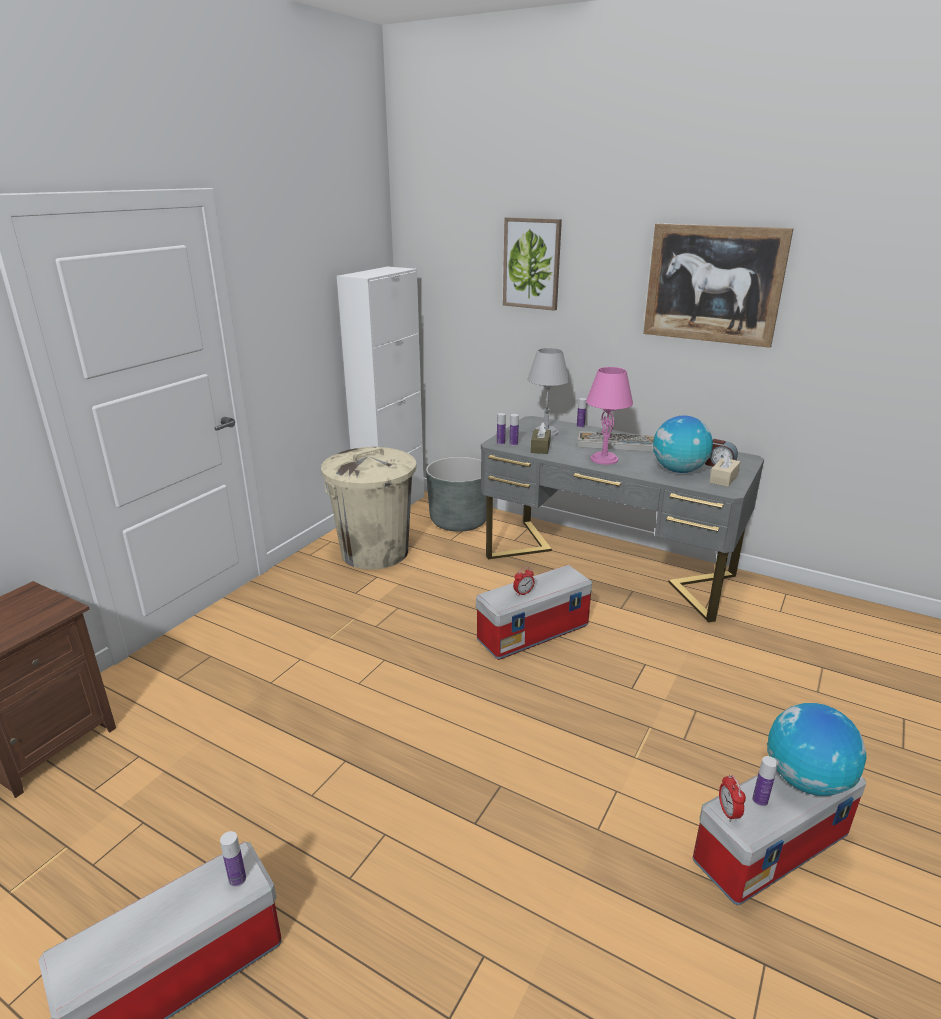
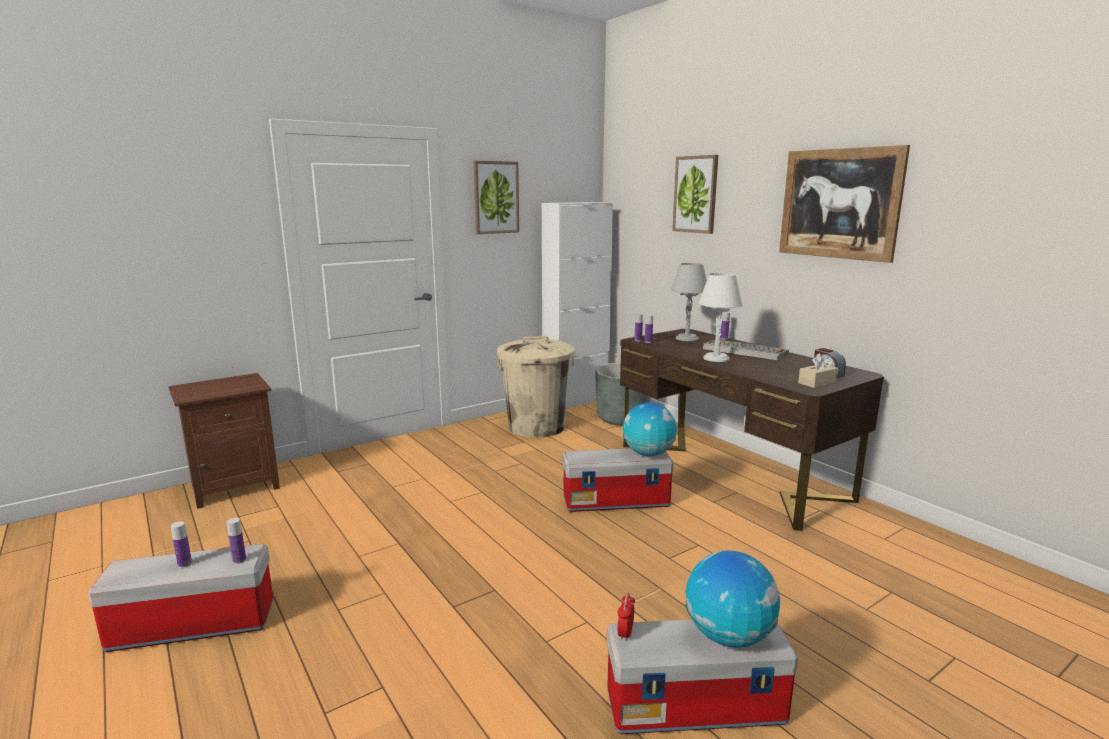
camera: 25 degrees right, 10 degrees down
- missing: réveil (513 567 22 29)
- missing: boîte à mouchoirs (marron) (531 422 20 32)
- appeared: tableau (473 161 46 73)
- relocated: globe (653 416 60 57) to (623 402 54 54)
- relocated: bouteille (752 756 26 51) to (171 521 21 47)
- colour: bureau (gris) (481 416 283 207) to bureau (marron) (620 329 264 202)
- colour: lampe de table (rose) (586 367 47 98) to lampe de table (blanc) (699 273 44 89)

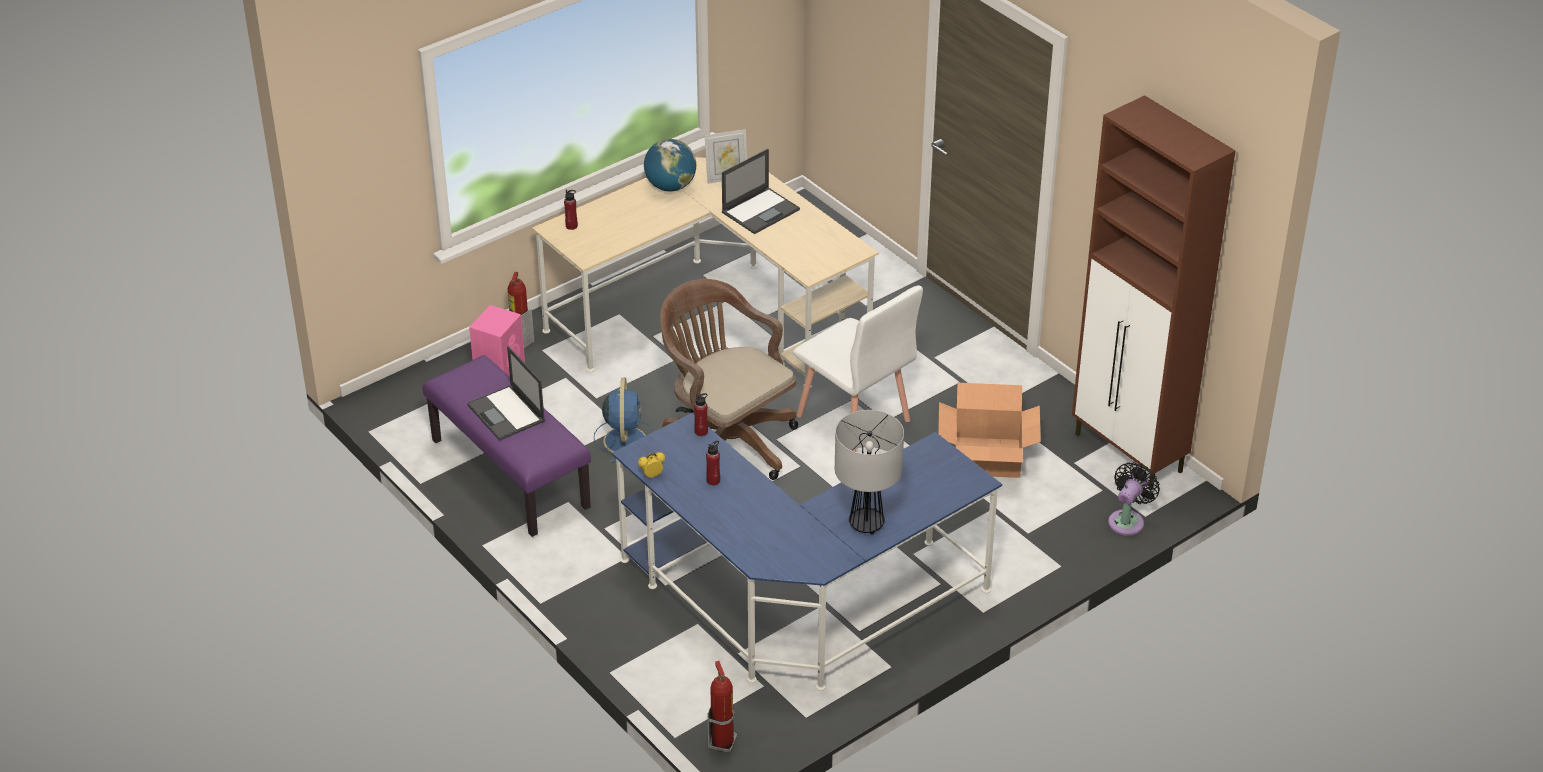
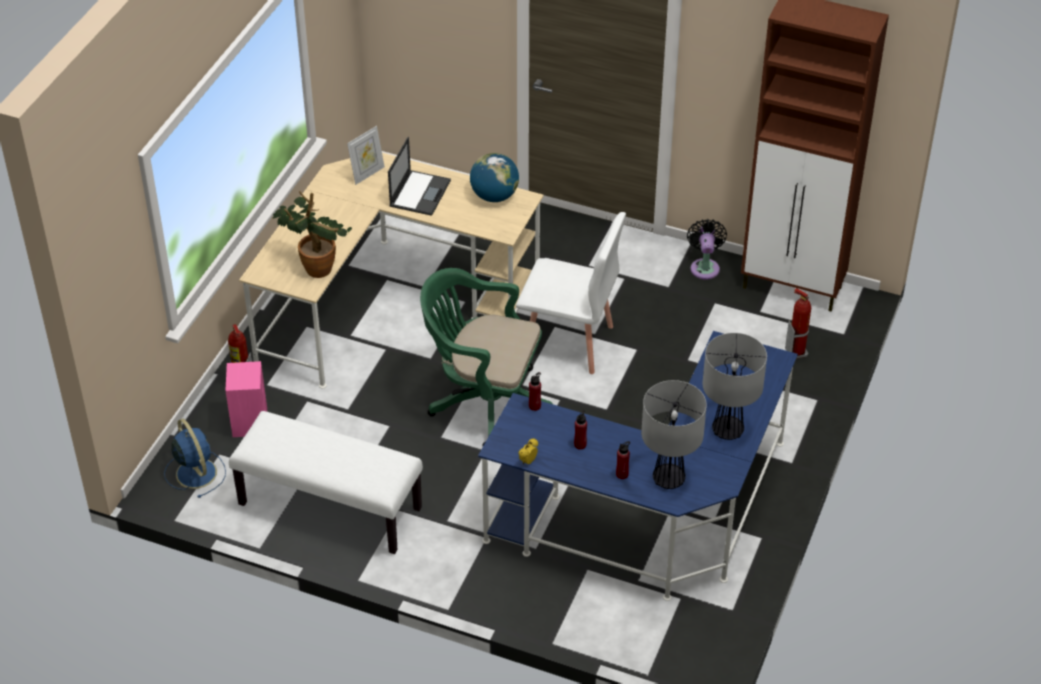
camera: 30 degrees left, 5 degrees up
- missing: ordinateur portable (467 346 78 95)
- missing: carton (938 383 103 95)
- appeared: plante en pot (272 191 80 87)
- appeared: lampe de table (641 380 66 109)
- relocated: bouteille (rouge) (564 189 14 41) to (616 441 14 38)
- relocated: ventilateur (bleu) (594 378 60 85) to (164 419 62 79)
- relocated: globe (644 139 52 53) to (470 153 49 49)
- relocated: extincteur (708 661 29 92) to (785 288 26 71)
- relocated: ventilateur (noir) (1108 462 52 74) to (687 219 40 60)
- colour: banc (violet) (423 355 168 182) to banc (blanc) (229 411 194 143)
- colour: chaise de bureau (marron) (660 279 138 201) to chaise de bureau (vert) (420 268 133 178)

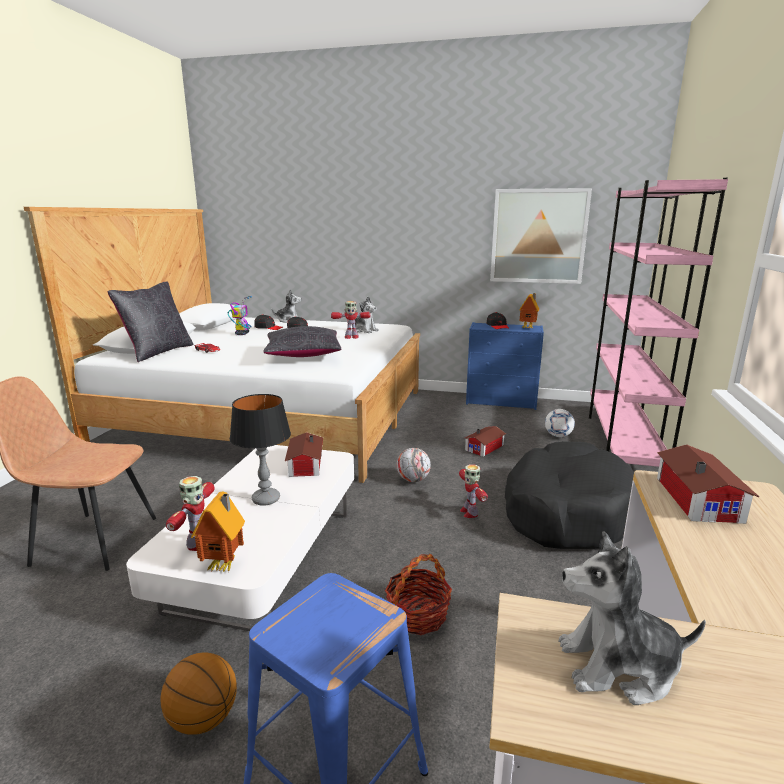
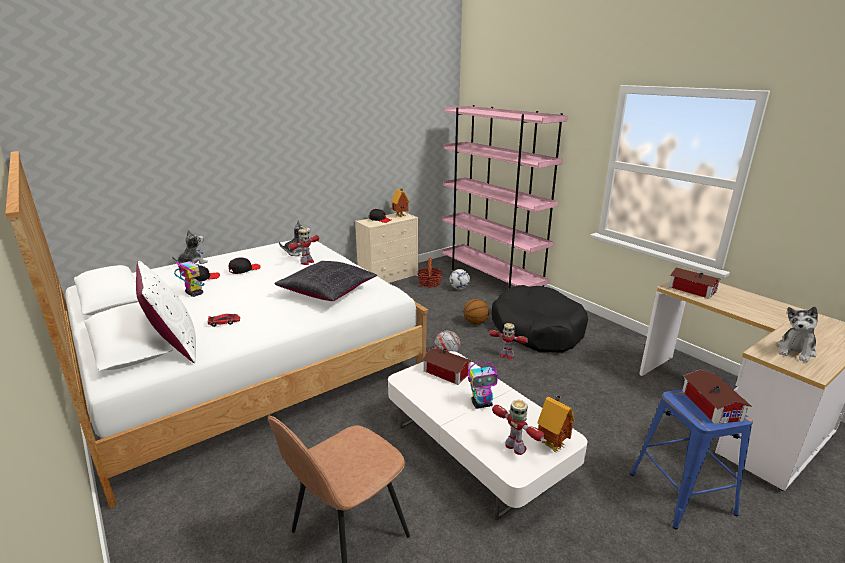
camera: 50 degrees left, 5 degrees up
- missing: tableau (490 188 102 96)
- relocated: ballon de basket (161 653 76 82) to (463 299 26 26)
- relocated: panier (385 554 67 81) to (417 258 25 29)
- relocated: maison miniature (465 426 41 31) to (682 369 70 55)
- exchanged: lampe de table (230 394 61 112) to robot jouet (468 362 30 47)
- colour: coussin (noir) (107 282 87 80) to coussin (blanc) (136 261 60 102)
- colour: commode (bleu) (466 322 78 88) to commode (beige) (355 212 63 71)

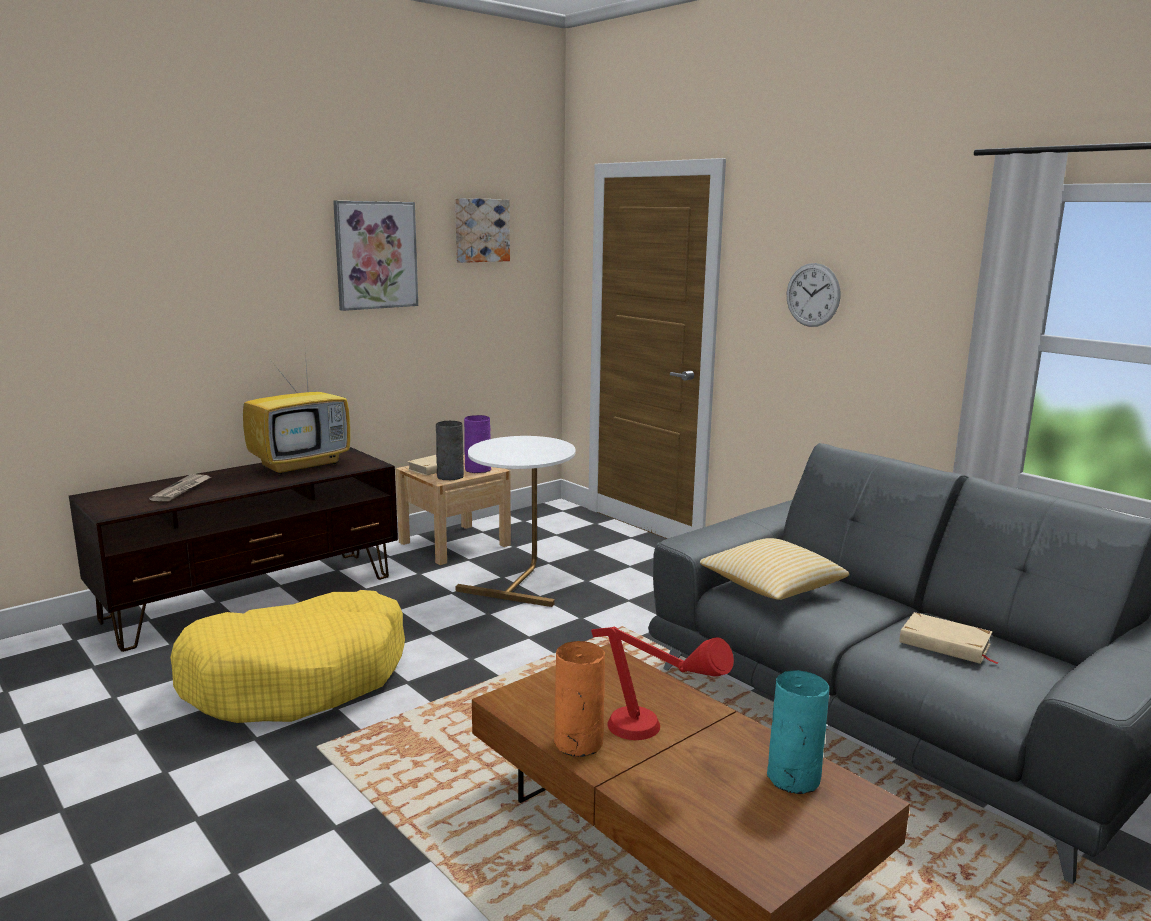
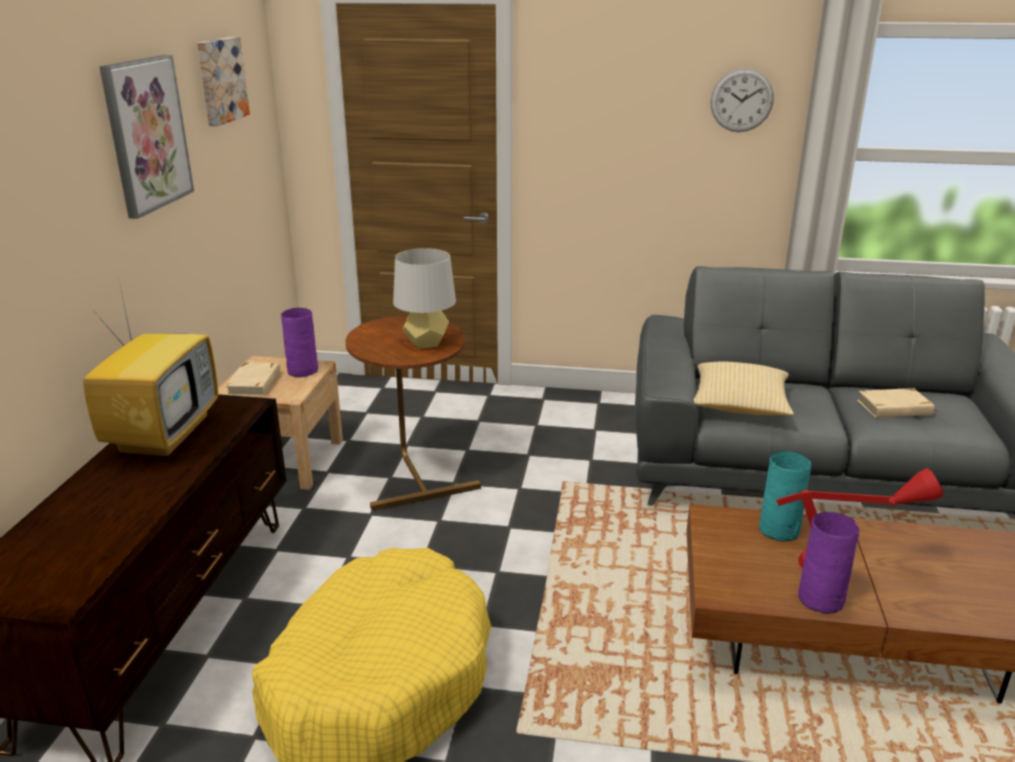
camera: 40 degrees left, 10 degrees up
- missing: journal (149 474 62 27)
- missing: vase (gris) (436 421 28 59)
- appeared: lampe de table (gris) (393 248 63 101)
- relocated: vase (turquoise) (767 670 62 124) to (759 451 52 91)
- relocated: horloge murale (787 263 54 64) to (710 68 64 64)
- colour: table d'appoint (blanc) (456 436 120 171) to table d'appoint (marron) (346 315 135 196)
- colour: vase (orange) (554 641 51 116) to vase (violet) (798 512 61 102)

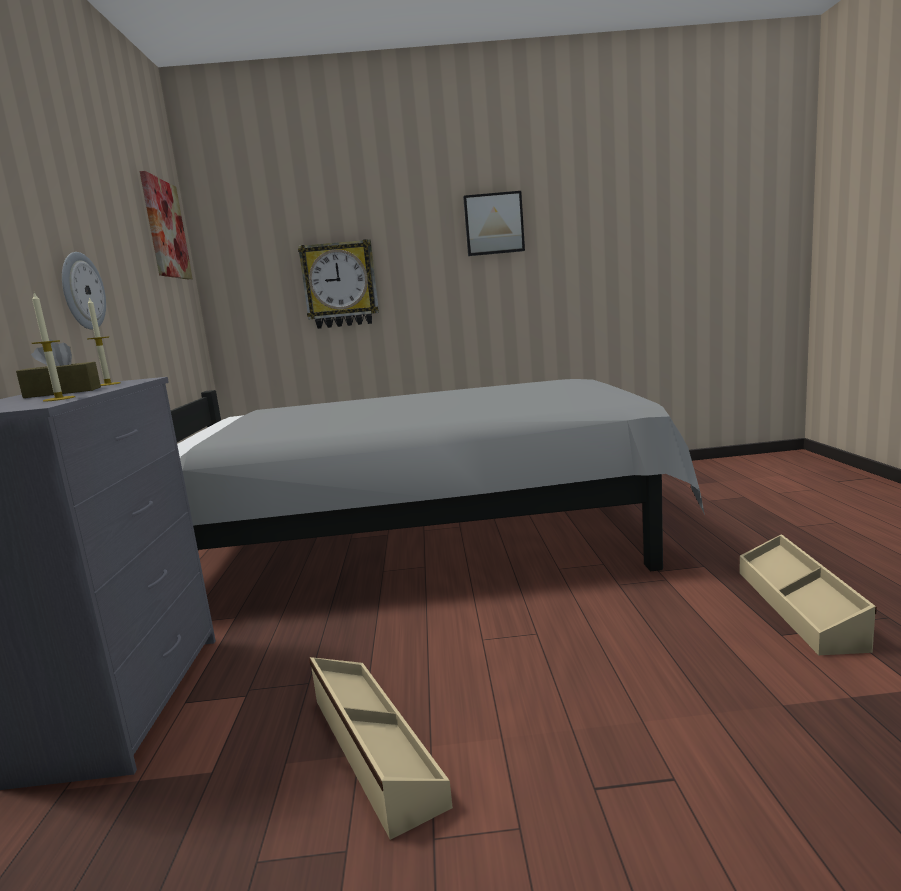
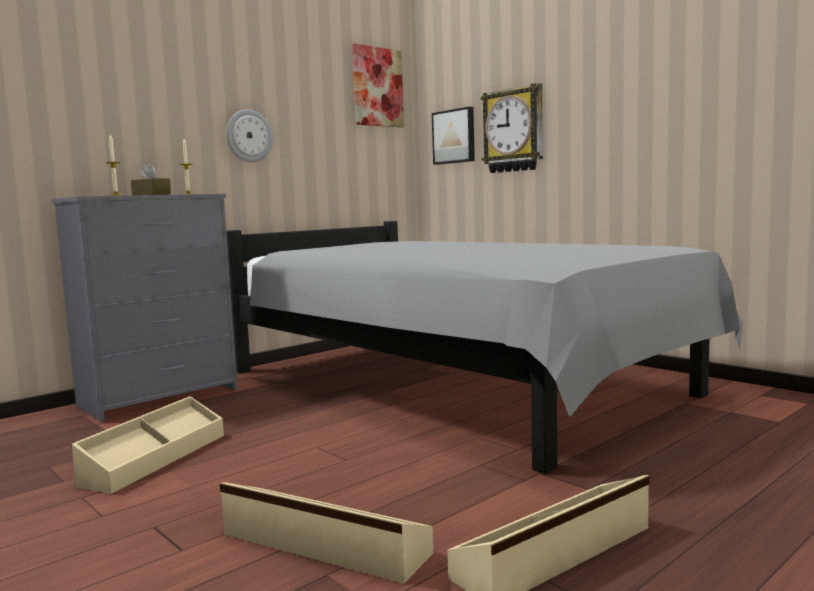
camera: 50 degrees right, 5 degrees down
- appeared: boîte de rangement (beige) (220 483 213 101)
- relocated: tableau (463 191 62 65) to (432 107 43 58)

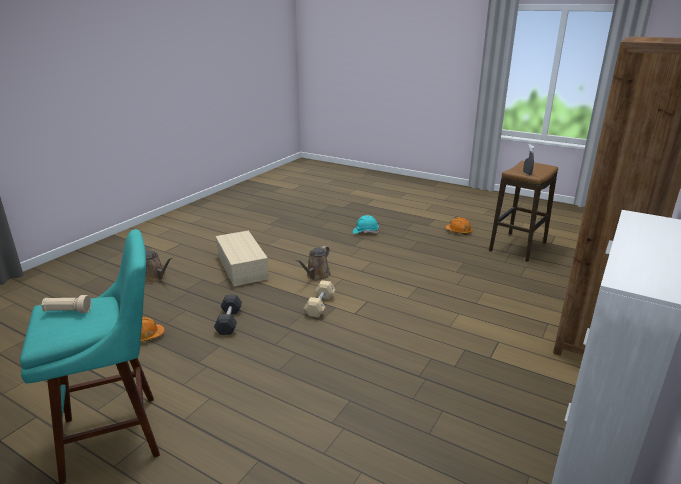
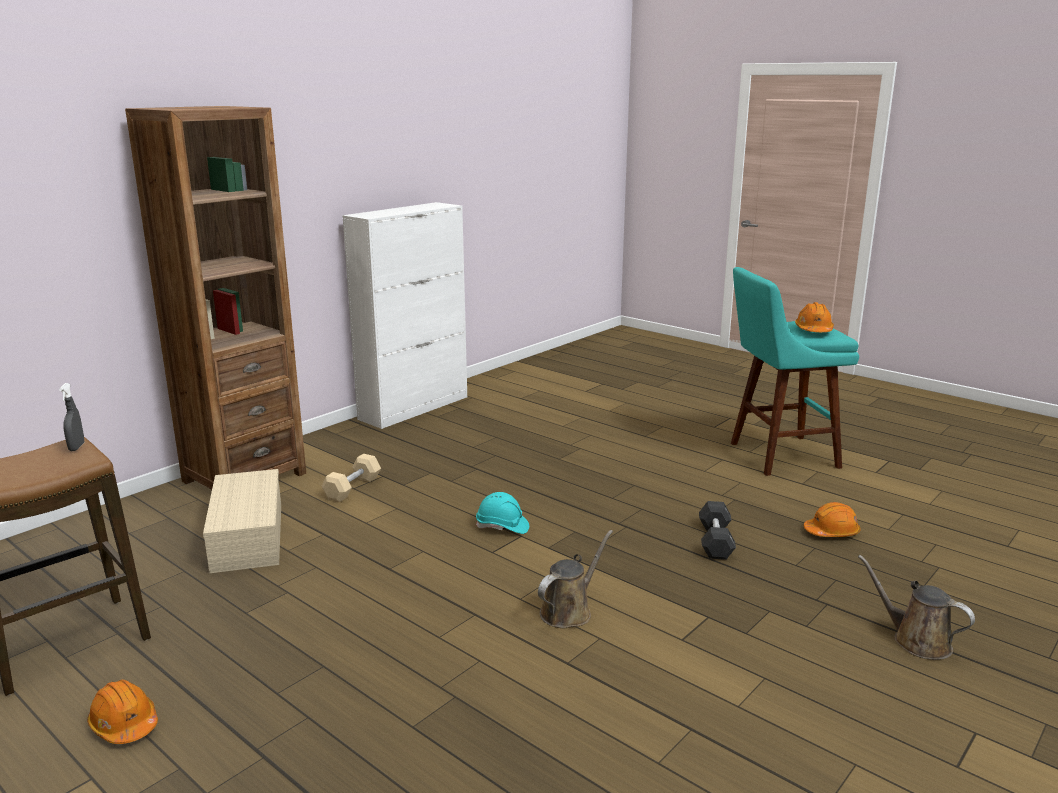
camera: 170 degrees left, 5 degrees down
- relocated: boîte de rangement (beige) (215 231 54 55) to (203 469 78 104)
- relocated: haltère (beige) (304 280 32 38) to (321 454 60 48)
- relocated: casque de chantier (turquoise) (353 215 26 19) to (476 492 53 42)
- exchanged: lampe de poche (beige) (41 295 50 18) to casque de chantier (orange) (795 302 39 30)

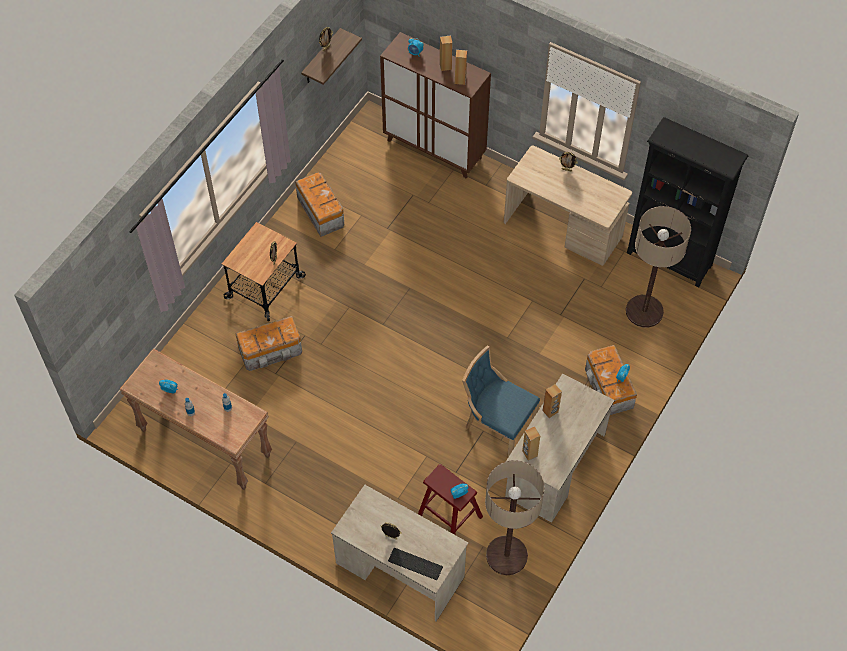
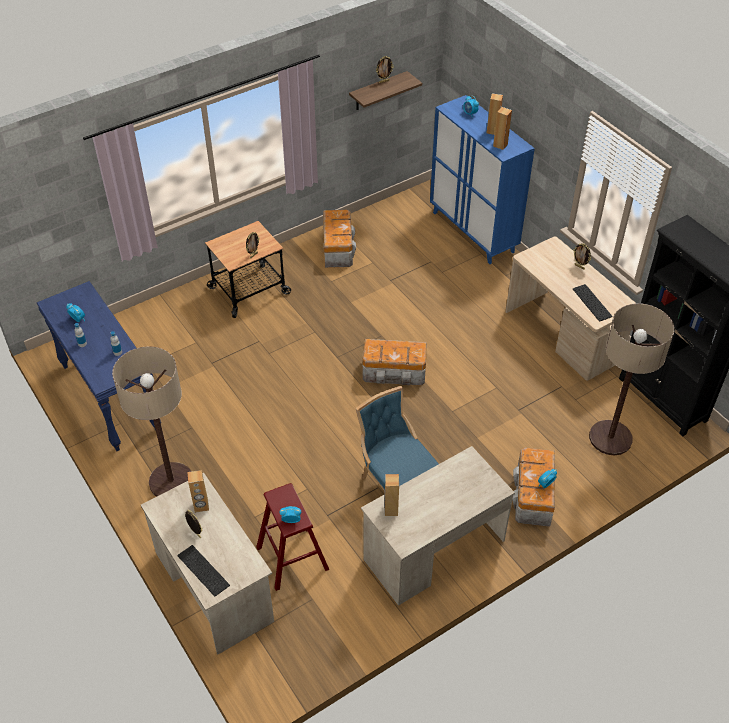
camera: 25 degrees right, 10 degrees down
- appeared: clavier (573 284 39 38)
- relocated: boîte de rangement (236 316 66 55) to (362 339 65 46)
- relocated: lampadaire (485 460 60 115) to (112 346 79 151)
- relocated: enceinte (marron) (543 384 19 34) to (187 470 22 43)
- colour: table console (marron) (120 348 152 142) to table console (bleu) (37 281 124 170)
- colour: meuble de rangement (marron) (380 32 111 147) to meuble de rangement (bleu) (430 95 105 169)

